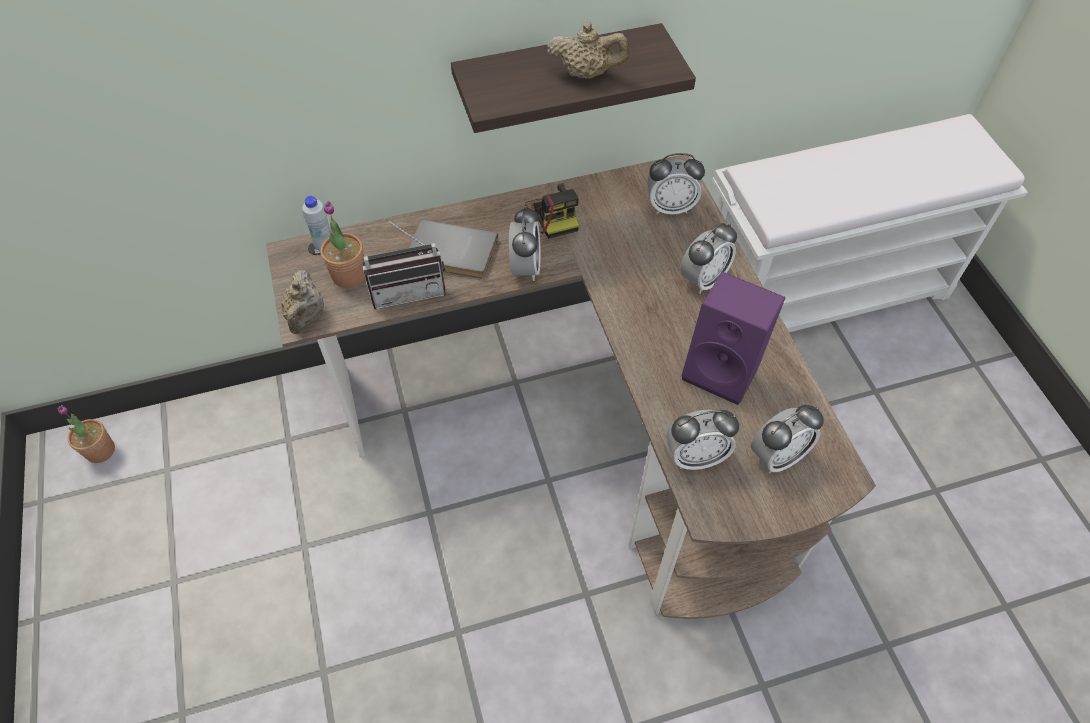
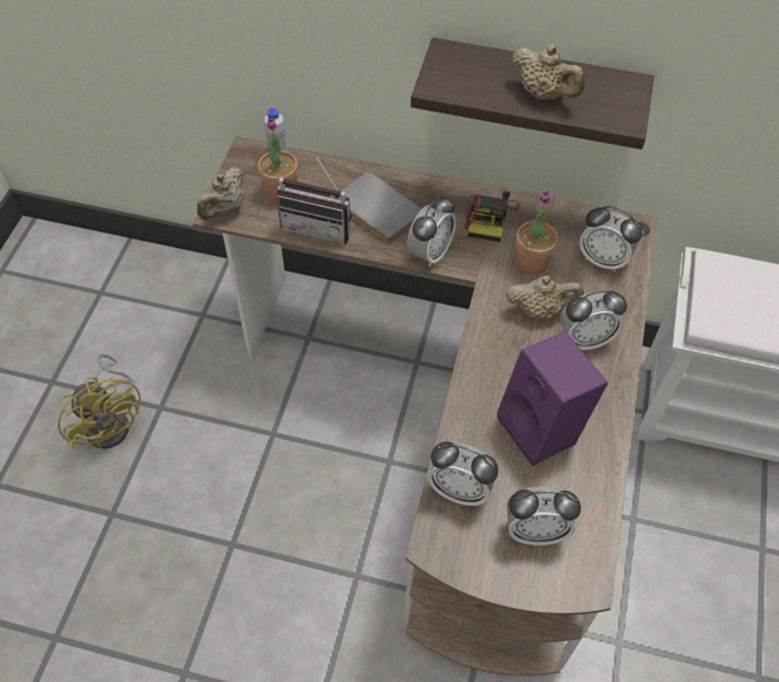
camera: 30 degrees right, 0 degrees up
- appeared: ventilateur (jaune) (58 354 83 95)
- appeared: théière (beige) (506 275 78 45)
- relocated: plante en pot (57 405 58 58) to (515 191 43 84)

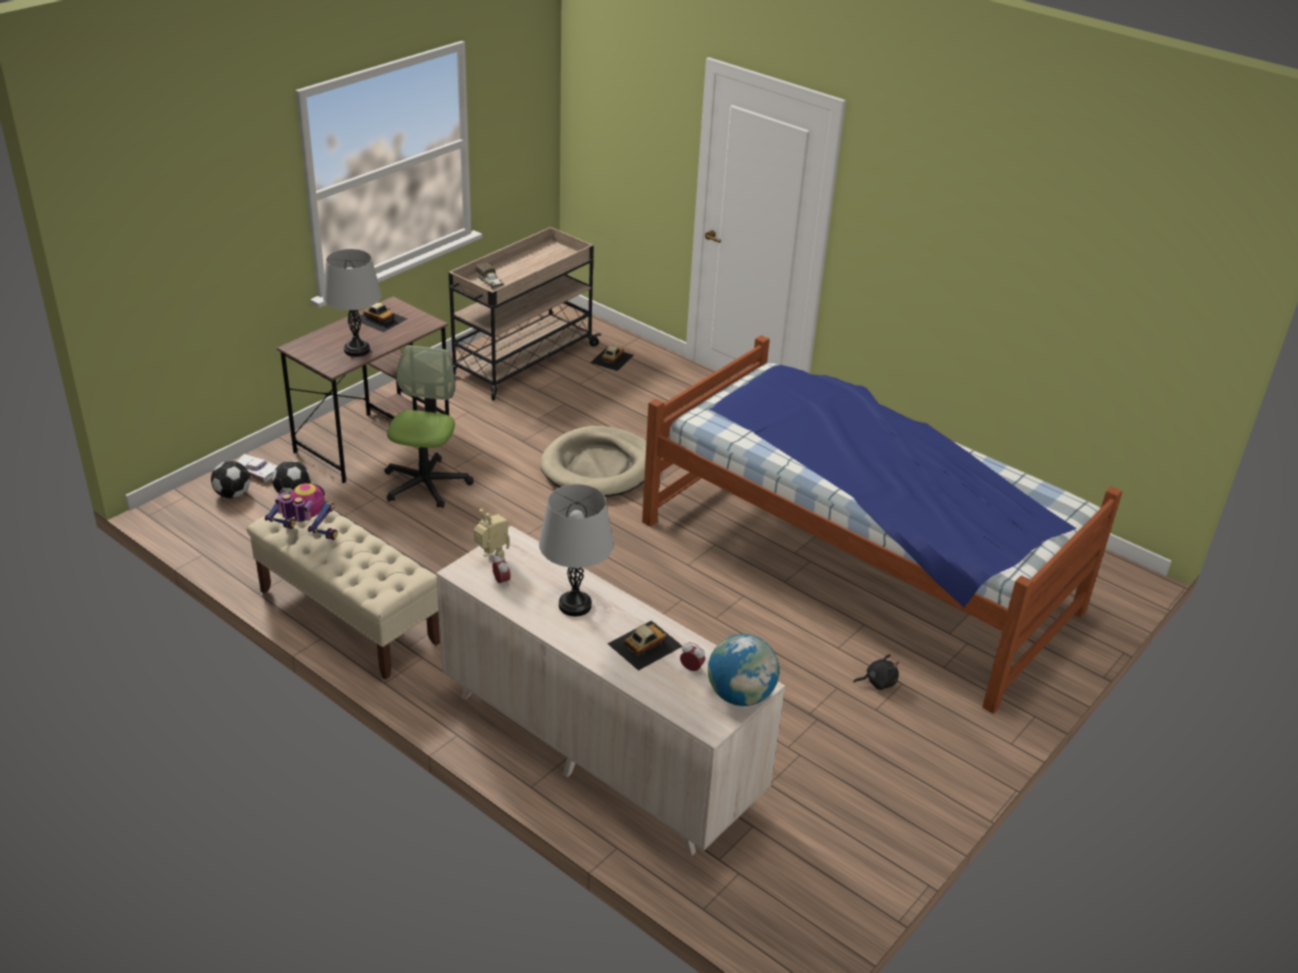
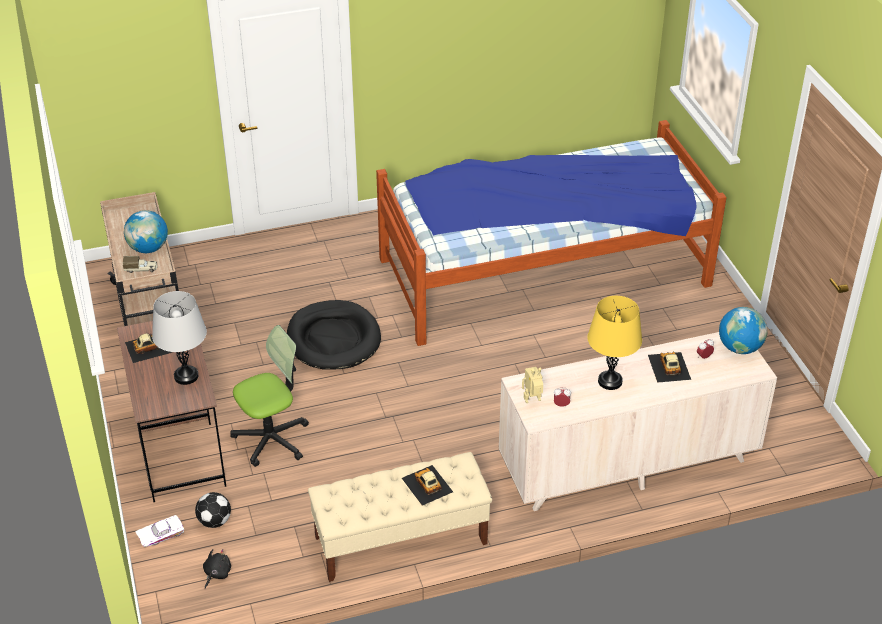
camera: 55 degrees left, 5 degrees up
- missing: ballon de foot (211 461 39 37)
- missing: robot jouet (265 483 72 57)
- appeared: globe (124 210 44 43)
- relocated: petite voiture (590 345 44 26) to (402 465 51 41)
- relocated: peluche (noir) (853 654 46 36) to (203 549 28 40)
- colour: lampe de table (gris) (539 484 75 132) to lampe de table (jaune) (587 296 55 94)
- colour: panier pour chien (beige) (540 426 106 71) to panier pour chien (noir) (287 300 94 70)
- spun: chaise de bureau (384 345 90 163) = (230 325 79 142) 105 degrees clockwise

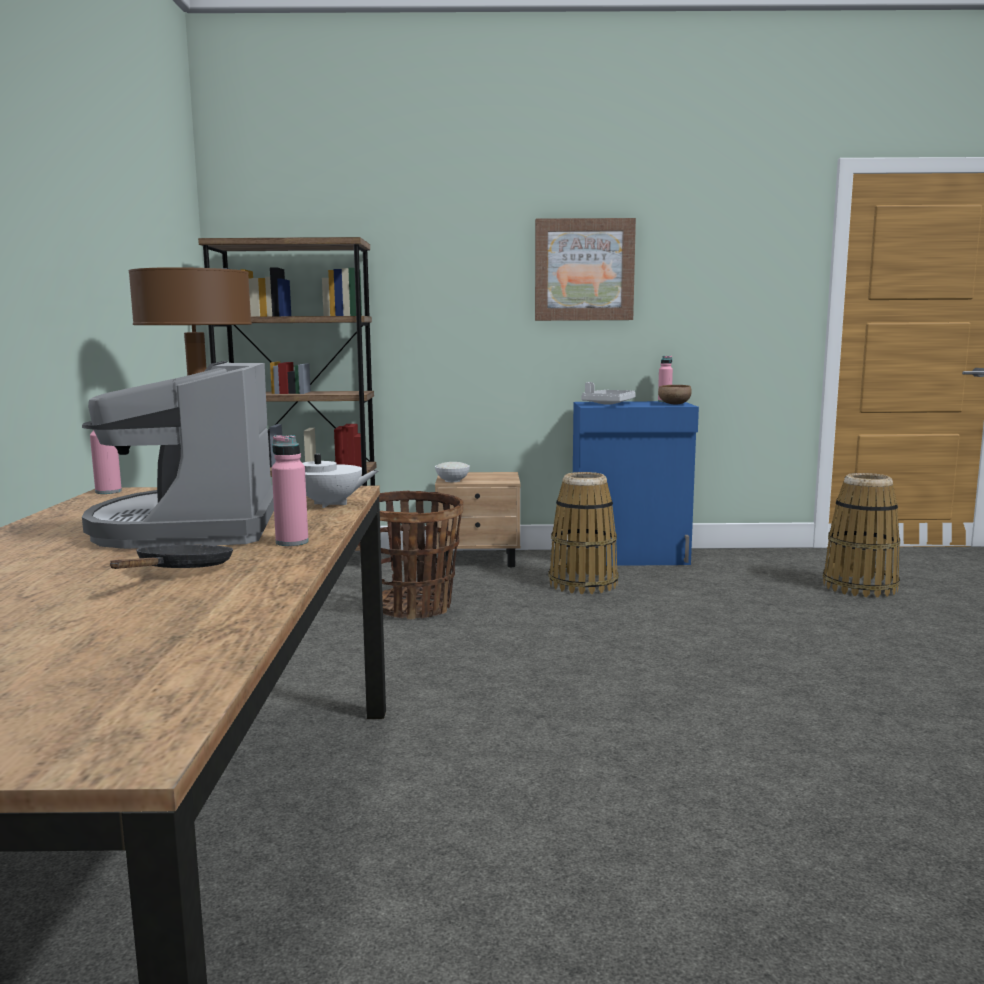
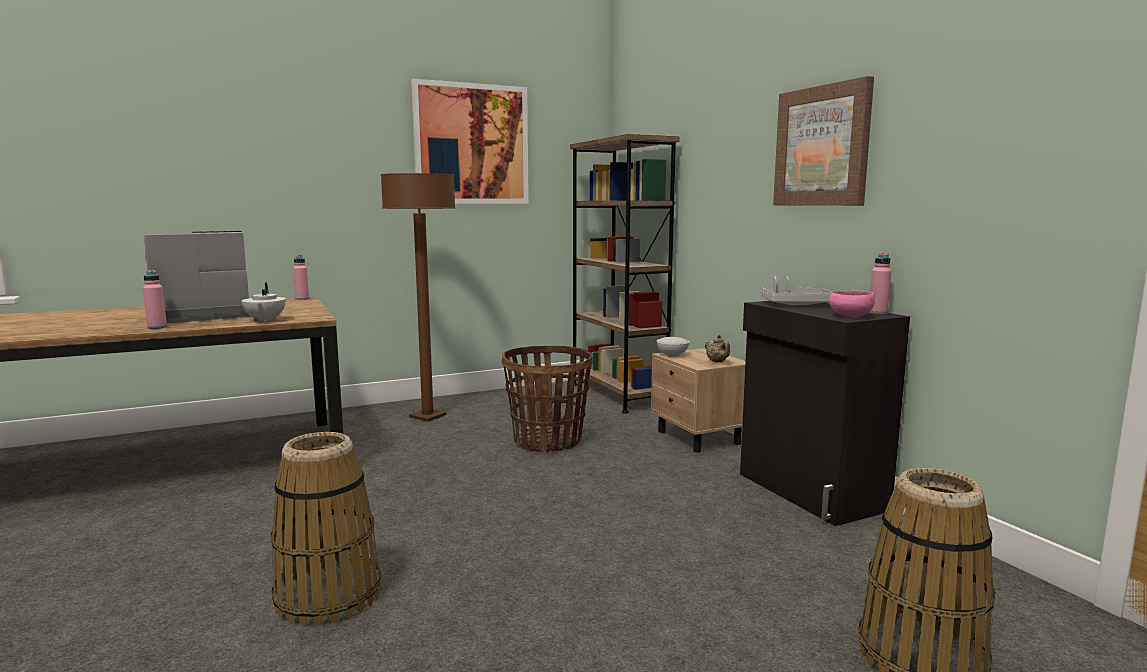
camera: 65 degrees right, 0 degrees up
- missing: poêle (noir) (110 545 123 24)
- appeared: tableau (411 79 118 125)
- appeared: théière (beige) (705 335 25 27)
- relocated: panier (548 472 70 122) to (271 432 110 194)
- colour: meuble de rangement (bleu) (573 401 126 165) to meuble de rangement (noir) (740 301 170 225)
- colour: bol (marron) (658 385 33 20) to bol (rose) (829 291 46 26)

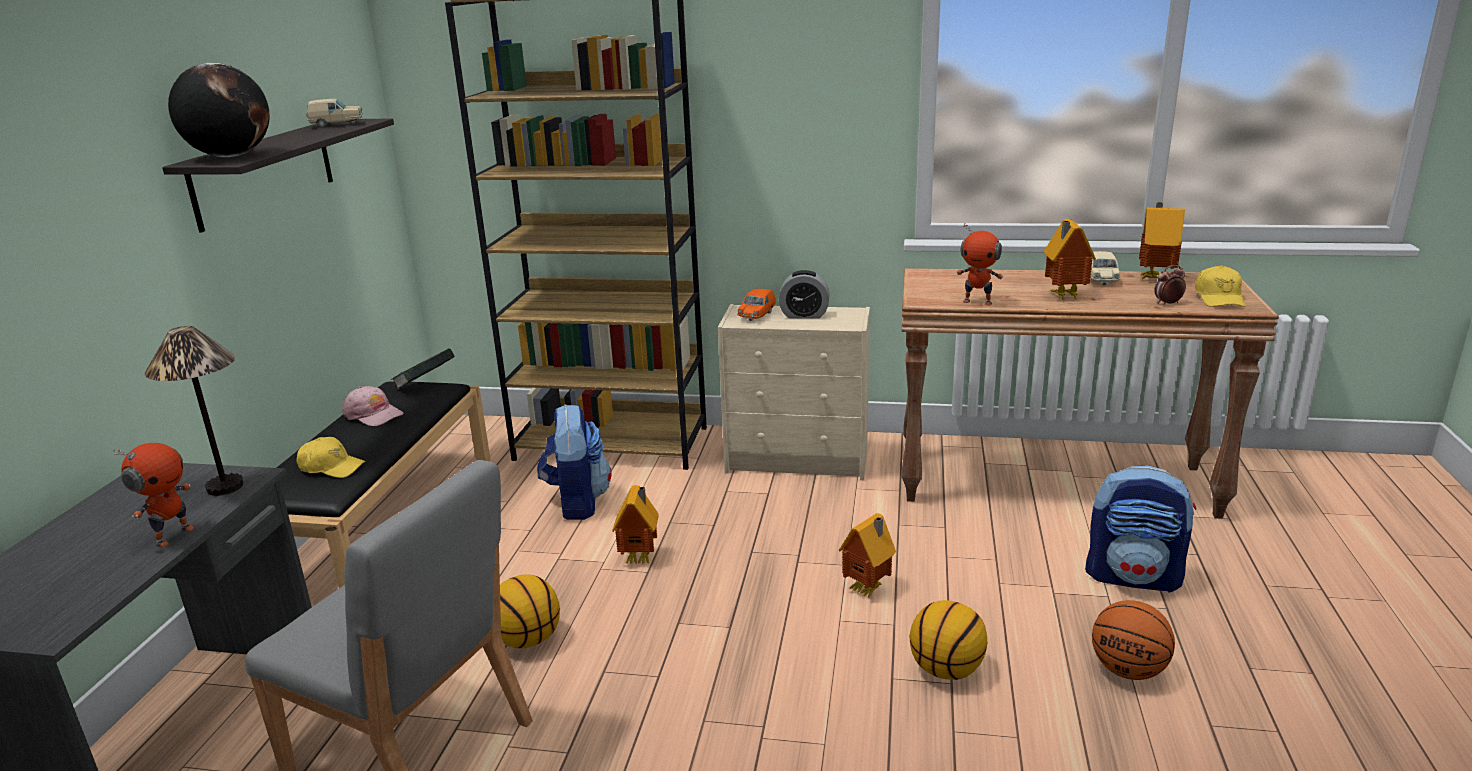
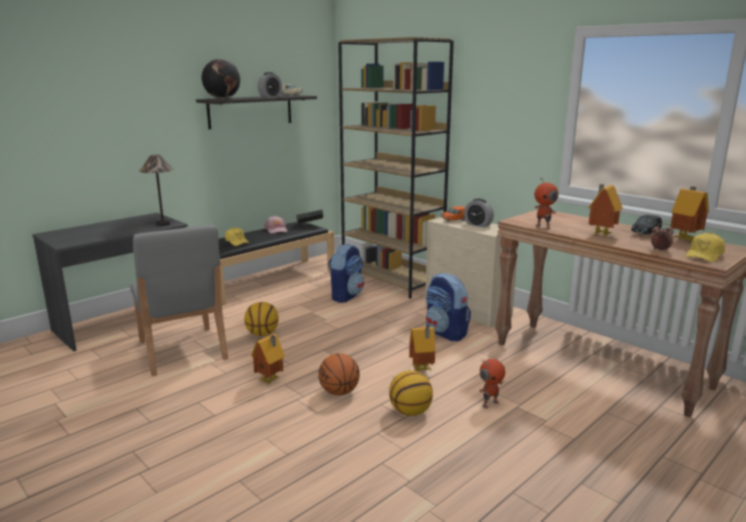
camera: 35 degrees right, 5 degrees down
- appeared: réveil (257 72 25 25)
- relocated: robot jouet (114 443 80 104) to (479 359 26 50)
- relocated: maison miniature (612 485 46 79) to (251 334 34 50)
- relocated: sac à dos (1085 465 111 128) to (426 273 45 68)
- relocated: ballon de basket (1092 600 83 80) to (318 353 42 42)
- colour: petite voiture (beige) (1090 251 30 34) to petite voiture (noir) (631 215 31 21)

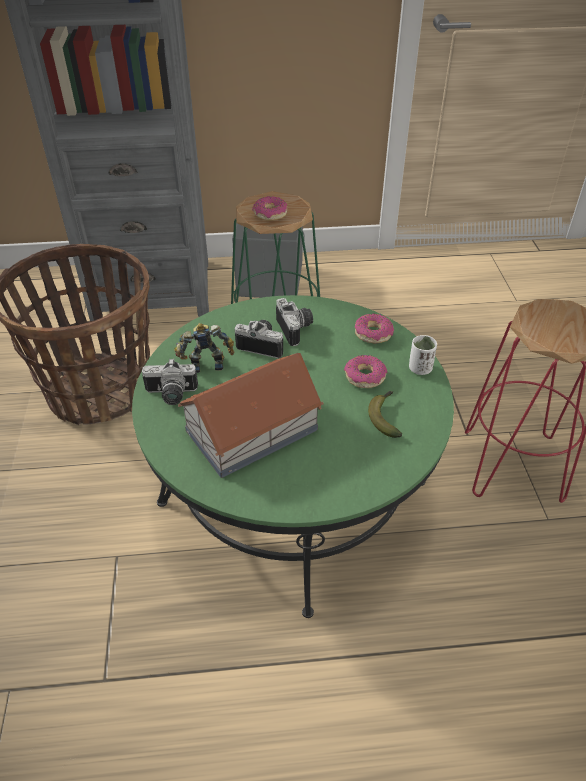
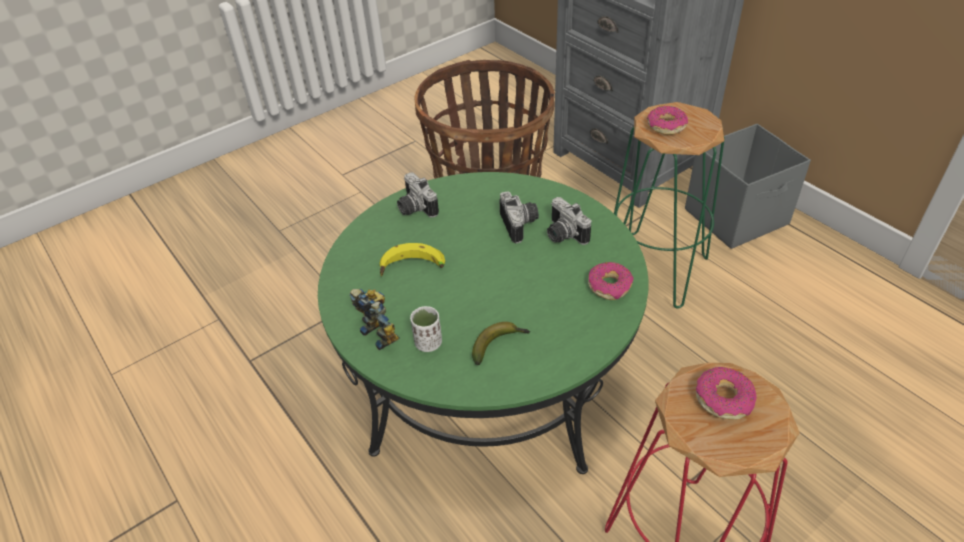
camera: 60 degrees right, 0 degrees up
- relocated: robot jouet (174 323 60 50) to (350 289 50 61)
- relocated: beignet (344 355 43 33) to (696 367 61 53)
- relocated: tasse (blanc) (409 335 28 40) to (410 306 32 46)
- exchanged: maison miniature (178 353 146 125) to banane (380 243 65 34)
- spun: appareil photo (276 298 37 48) = (547 197 45 48) 105 degrees clockwise

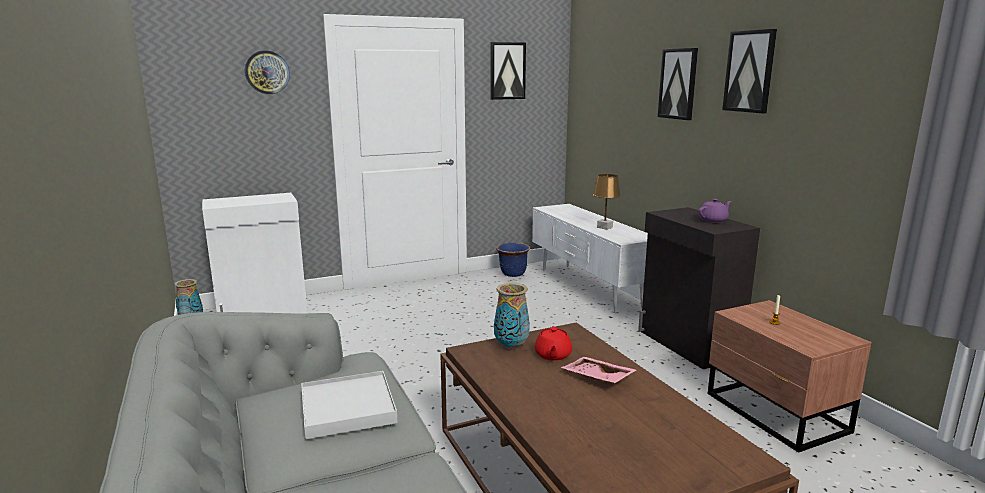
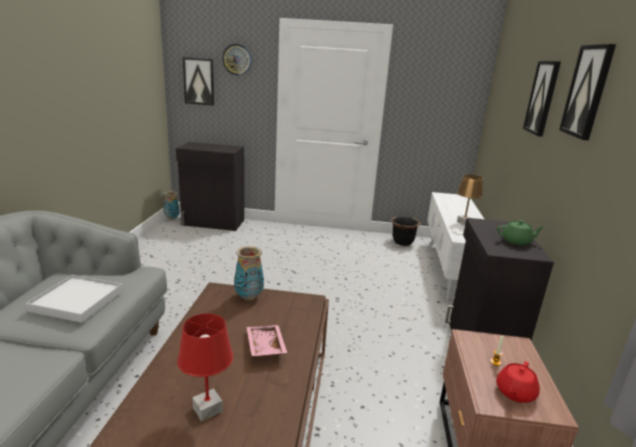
camera: 30 degrees right, 5 degrees up
- appeared: lampe de table (rouge) (177 313 56 108)
- relocated: tableau (491 42 35 58) to (183 57 31 48)
- relocated: théière (rouge) (535 326 37 35) to (496 361 44 42)
- colour: meuble de rangement (blanc) (202 193 105 121) to meuble de rangement (noir) (176 142 68 89)
- colour: cache-pot (bleu) (496 243 34 34) to cache-pot (noir) (391 216 29 30)
- colour: théière (violet) (699 199 32 24) to théière (vert) (497 220 48 25)

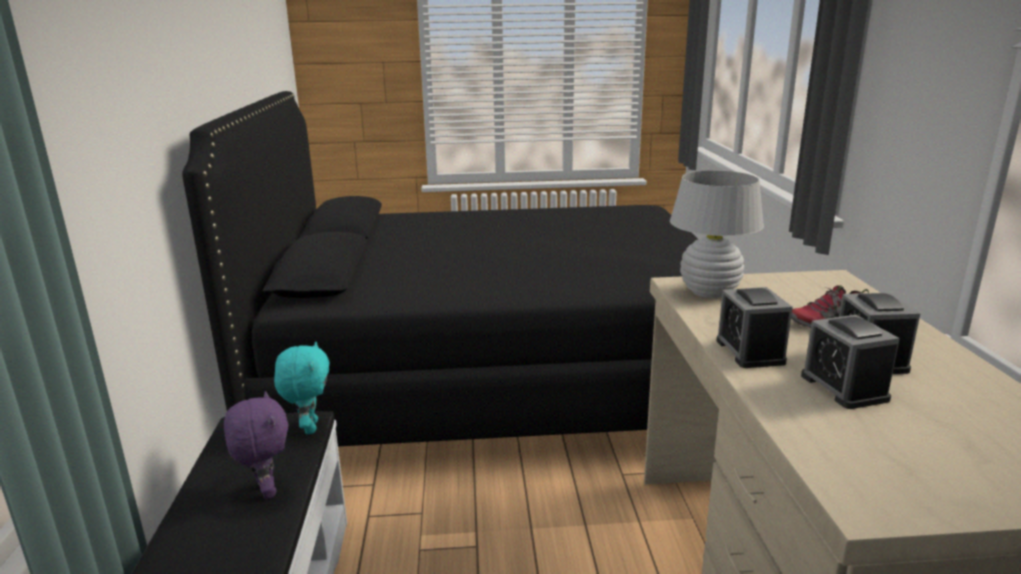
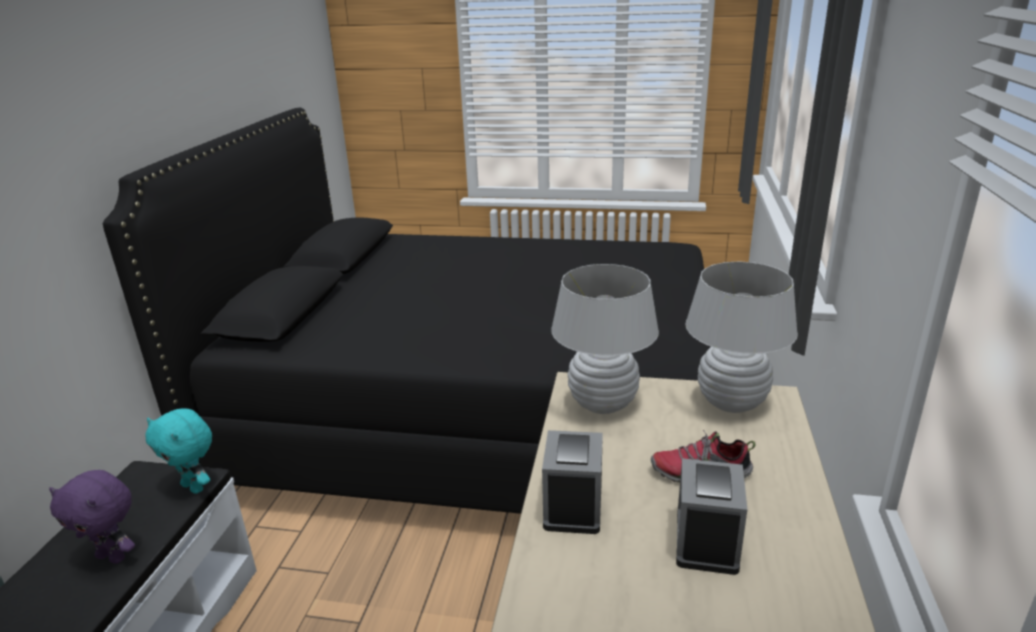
camera: 15 degrees right, 5 degrees up
- missing: réveil (801 315 99 94)
- appeared: lampe de table (blanc) (685 261 113 152)
- spun: peluche (violet) (224 391 65 108) = (49 470 86 94) 120 degrees clockwise
- spun: peluche (turquoise) (274 341 56 93) = (145 409 67 85) 120 degrees clockwise

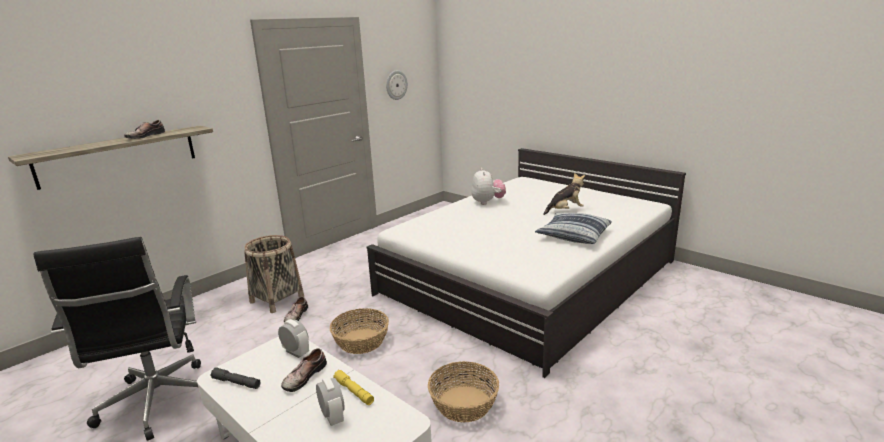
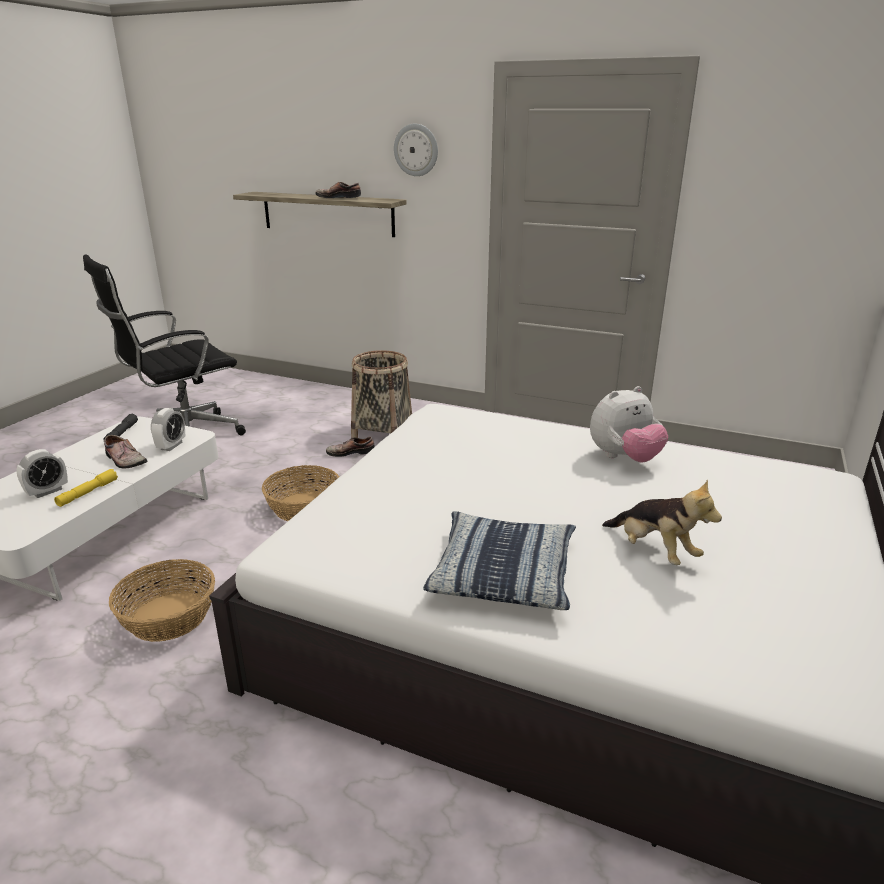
camera: 70 degrees right, 5 degrees up
- relocated: horloge murale (386 70 22 30) to (394 123 44 53)
- spun: chaussure (281 348 46 44) = (104 435 44 33) 150 degrees counterclockwise

